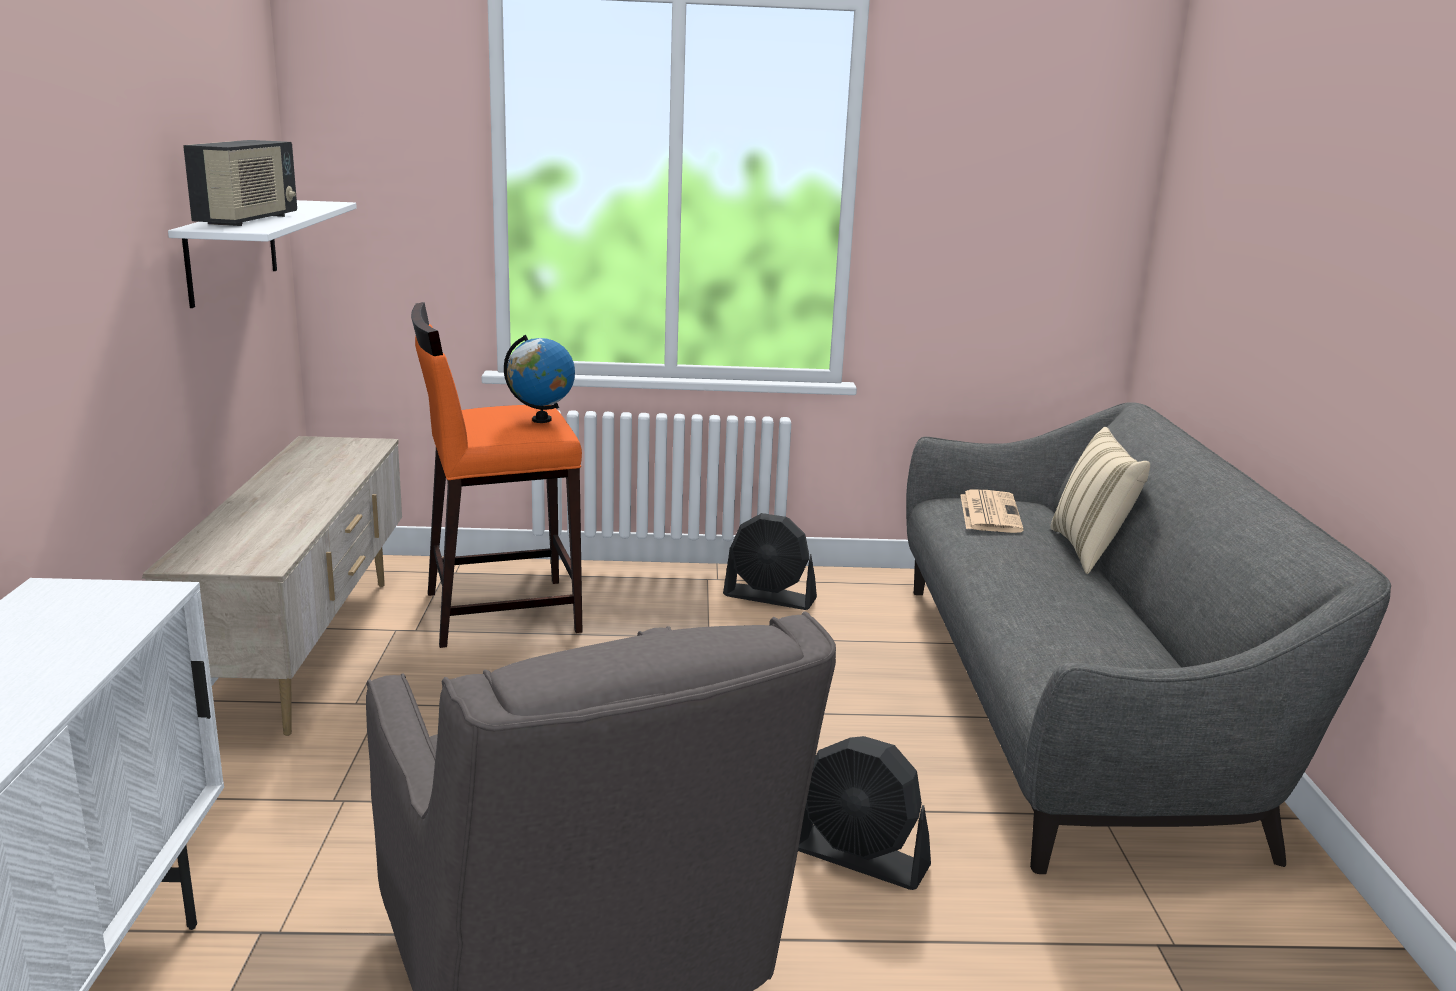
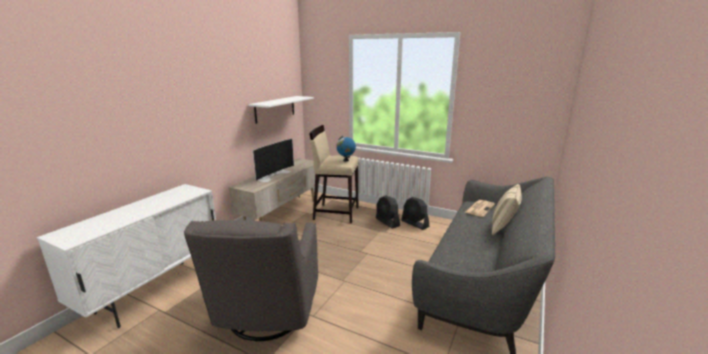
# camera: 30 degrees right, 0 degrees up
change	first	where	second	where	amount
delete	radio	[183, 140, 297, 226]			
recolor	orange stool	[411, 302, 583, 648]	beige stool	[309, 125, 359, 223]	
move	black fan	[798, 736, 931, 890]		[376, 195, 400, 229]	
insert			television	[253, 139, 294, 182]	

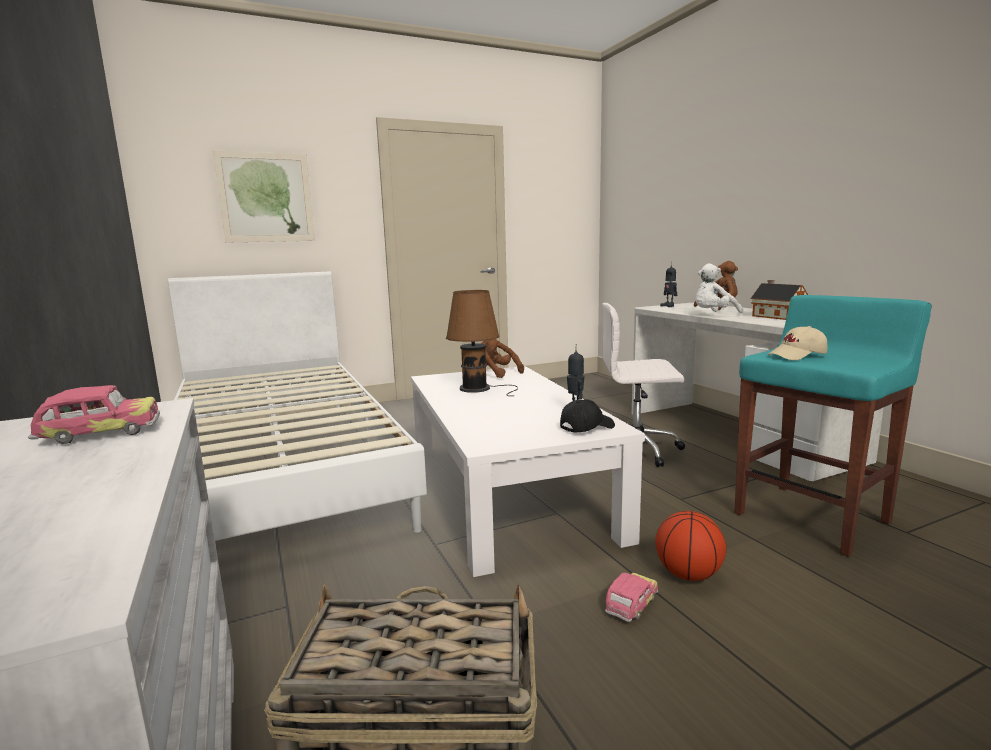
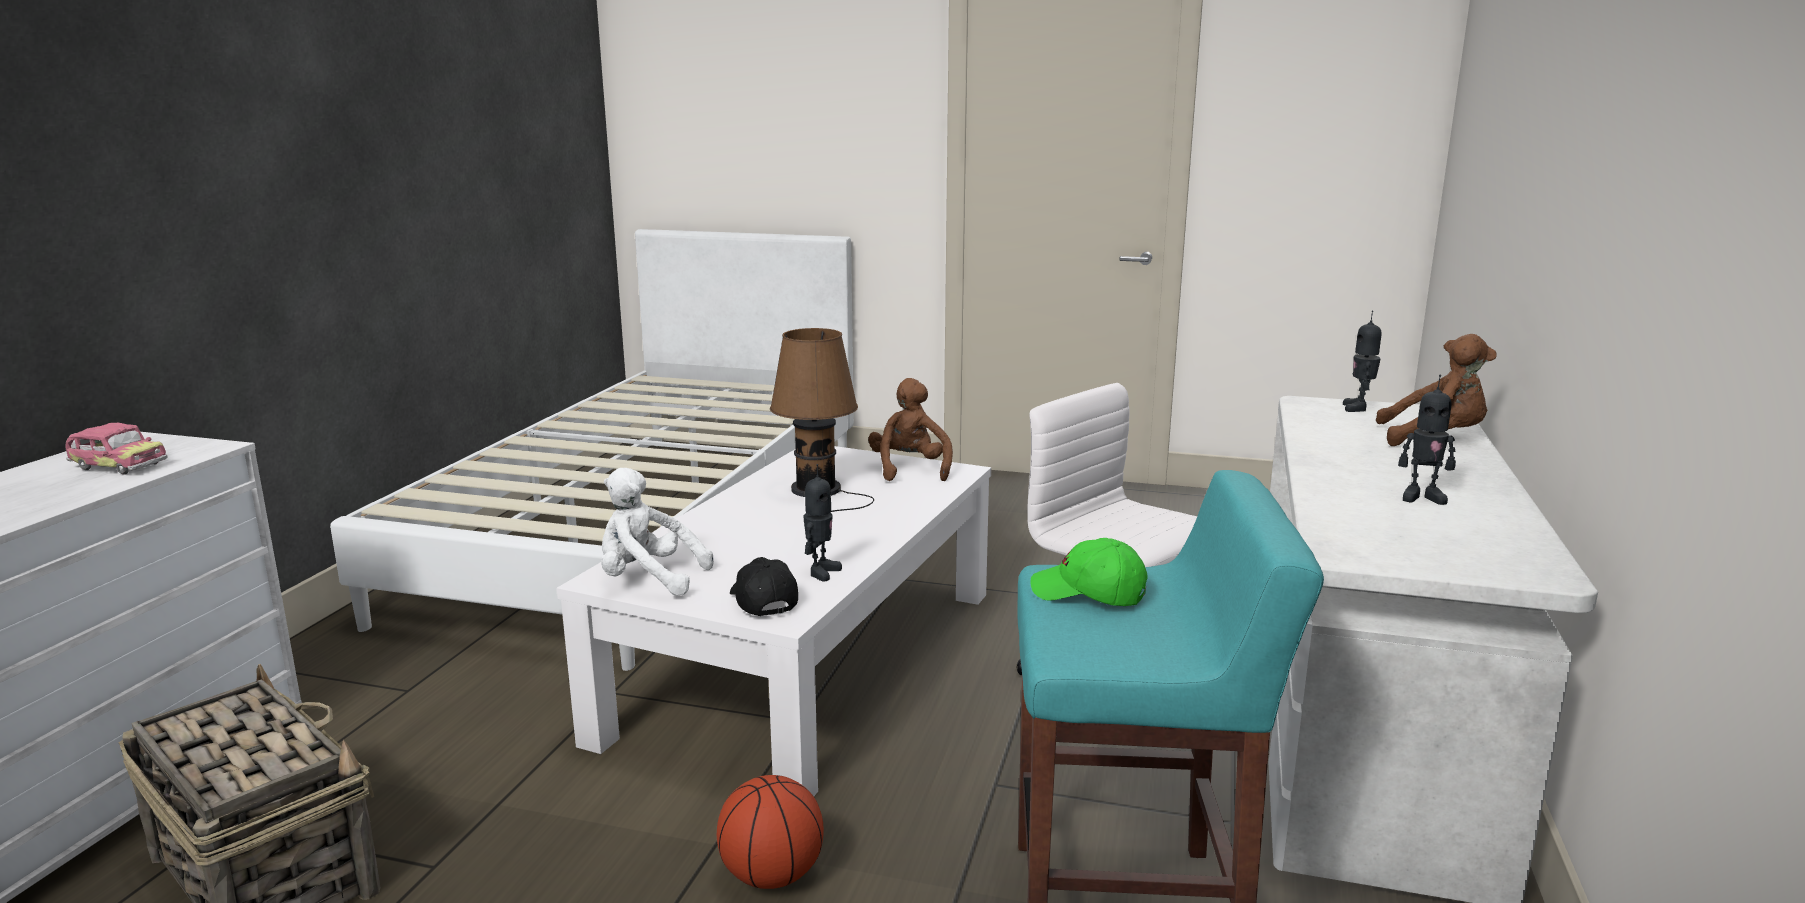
# camera: 40 degrees right, 5 degrees up
change	first	where	second	where	amount
delete	picture	[213, 151, 315, 243]			
move	white plush toy	[695, 264, 743, 313]		[601, 468, 714, 596]	
replace	toy house	[751, 280, 808, 320]	toy robot	[1398, 375, 1456, 505]	
recolor	beige cap	[768, 326, 827, 360]	green cap	[1030, 538, 1148, 606]	
rotate	black cap	[560, 399, 615, 433]		[730, 557, 798, 616]	120 degrees counterclockwise
delete	toy car	[605, 572, 658, 622]			

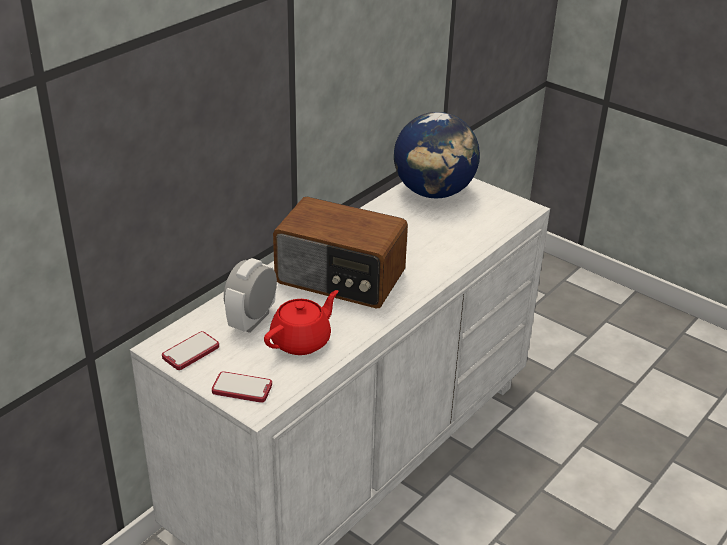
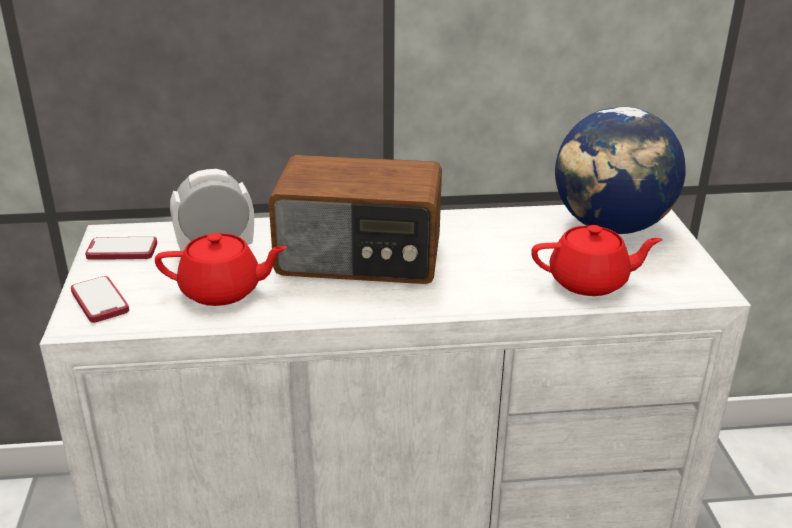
# camera: 45 degrees right, 5 degrees down
change	first	where	second	where	amount
rotate	radio	[273, 197, 408, 308]		[269, 155, 442, 284]	60 degrees counterclockwise
insert			red teapot	[531, 225, 663, 296]	

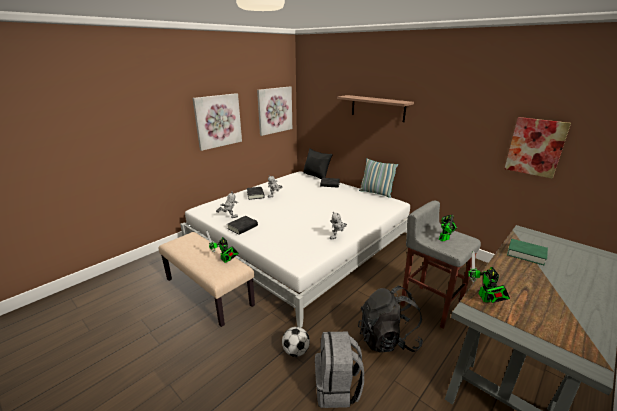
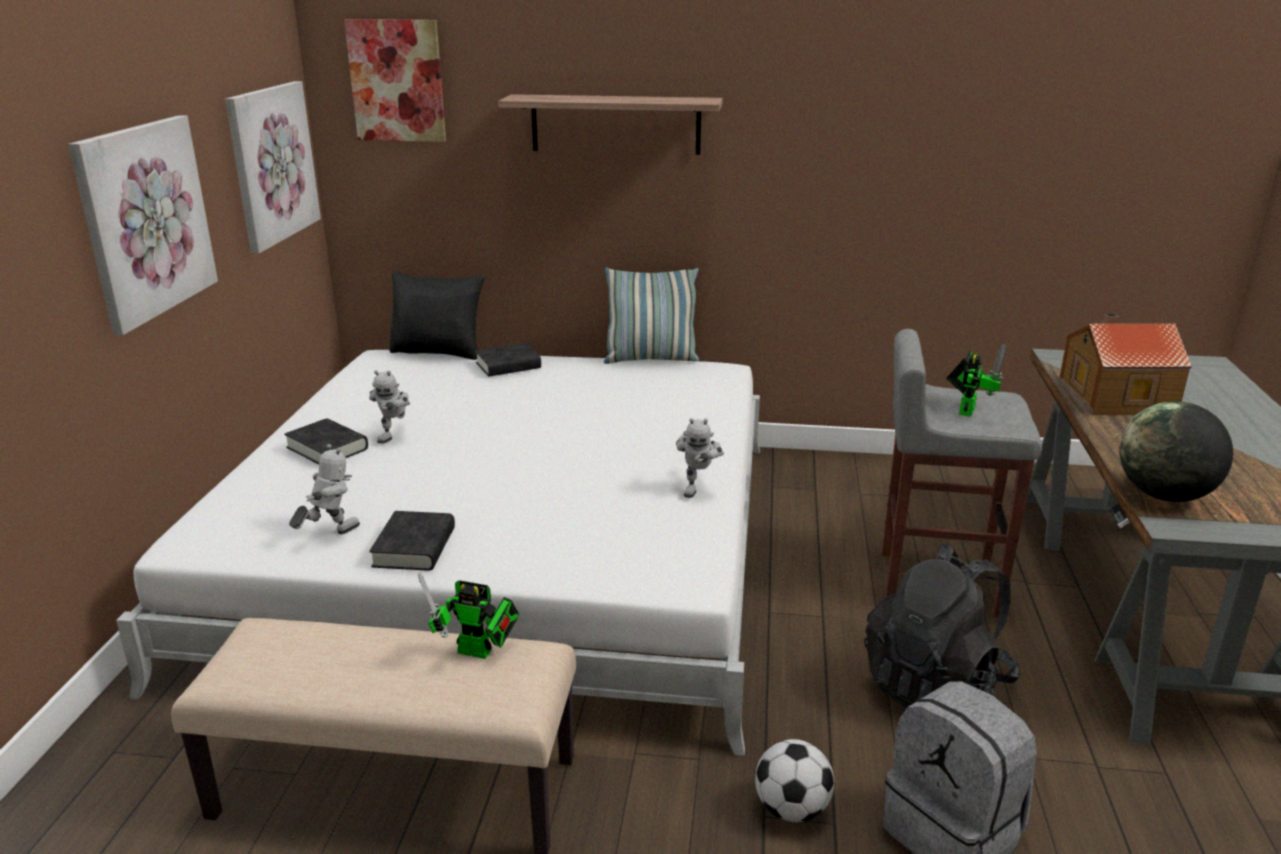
# camera: 35 degrees left, 0 degrees up
change	first	where	second	where	amount
move	picture	[504, 117, 571, 179]		[344, 19, 446, 142]	
replace	green book	[507, 239, 548, 266]	toy house	[1059, 314, 1192, 415]	
replace	toy robot	[468, 251, 510, 303]	globe	[1119, 401, 1233, 502]	

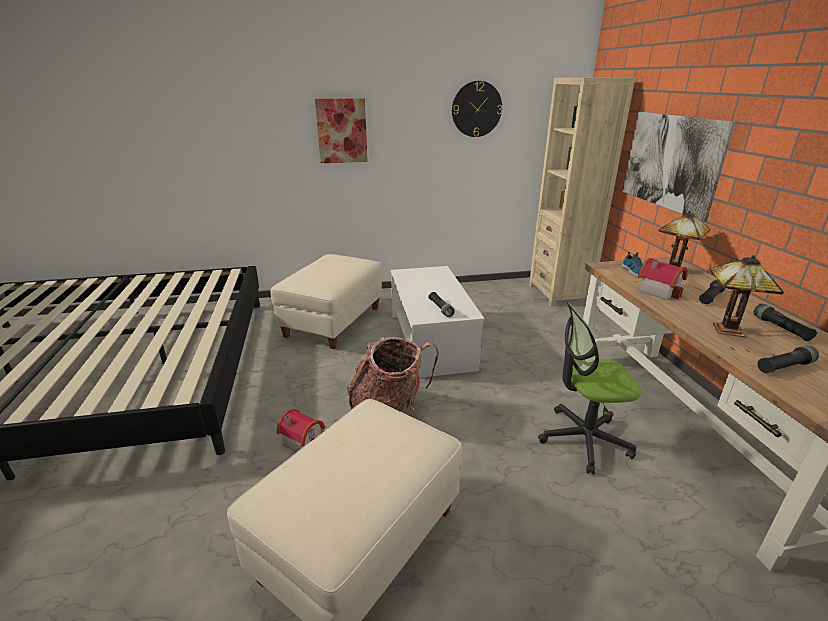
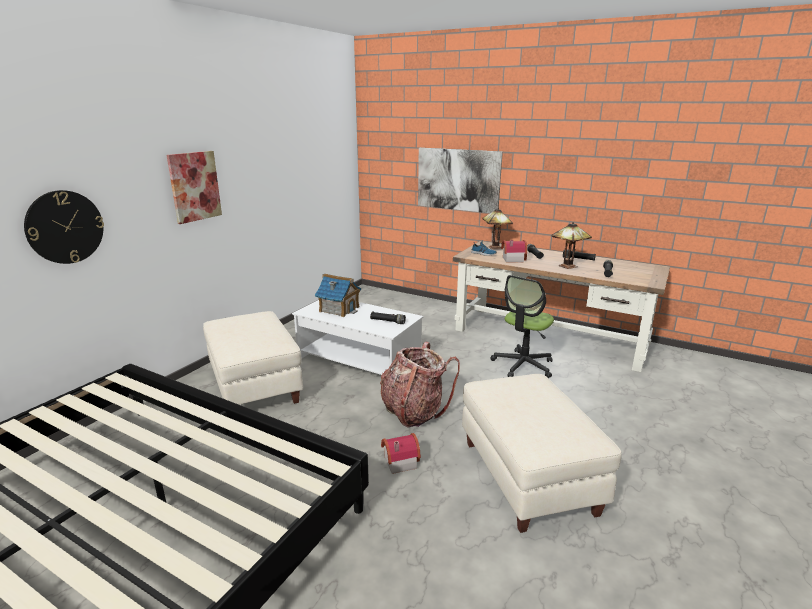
# camera: 50 degrees left, 5 degrees down
change	first	where	second	where	amount
delete	beige bookcase	[529, 78, 635, 307]			
move	wall clock	[452, 81, 502, 137]		[24, 190, 104, 264]	
insert			toy house	[315, 274, 361, 317]	

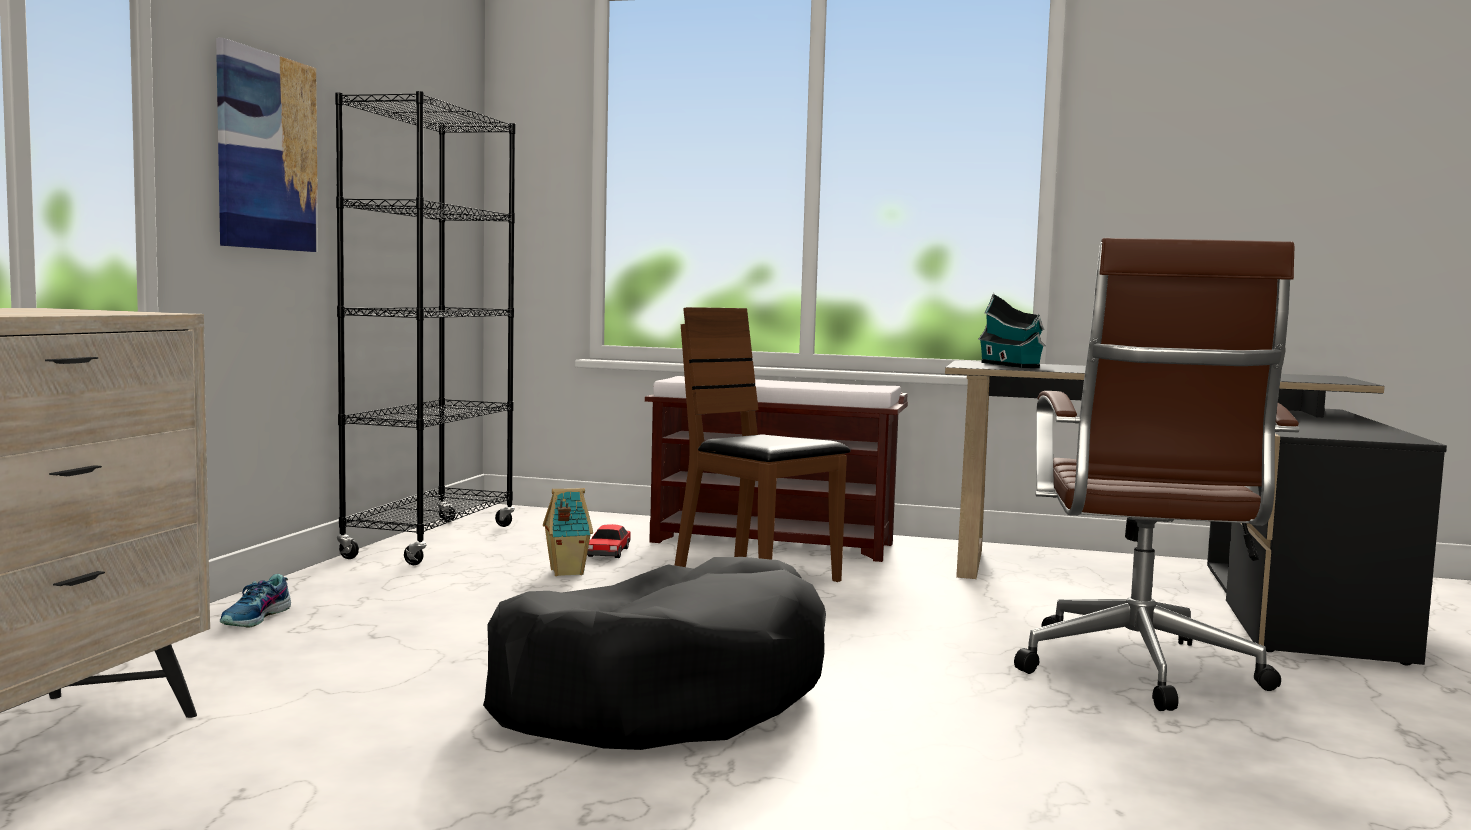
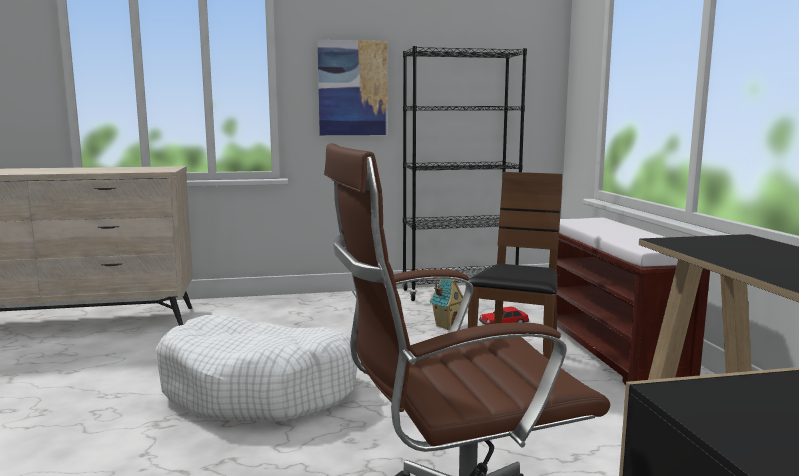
# camera: 65 degrees right, 5 degrees up
change	first	where	second	where	amount
delete	toy house	[978, 293, 1045, 368]			
recolor	black dog bed	[483, 557, 826, 750]	white dog bed	[155, 315, 359, 421]	
delete	shoe	[220, 574, 291, 628]			

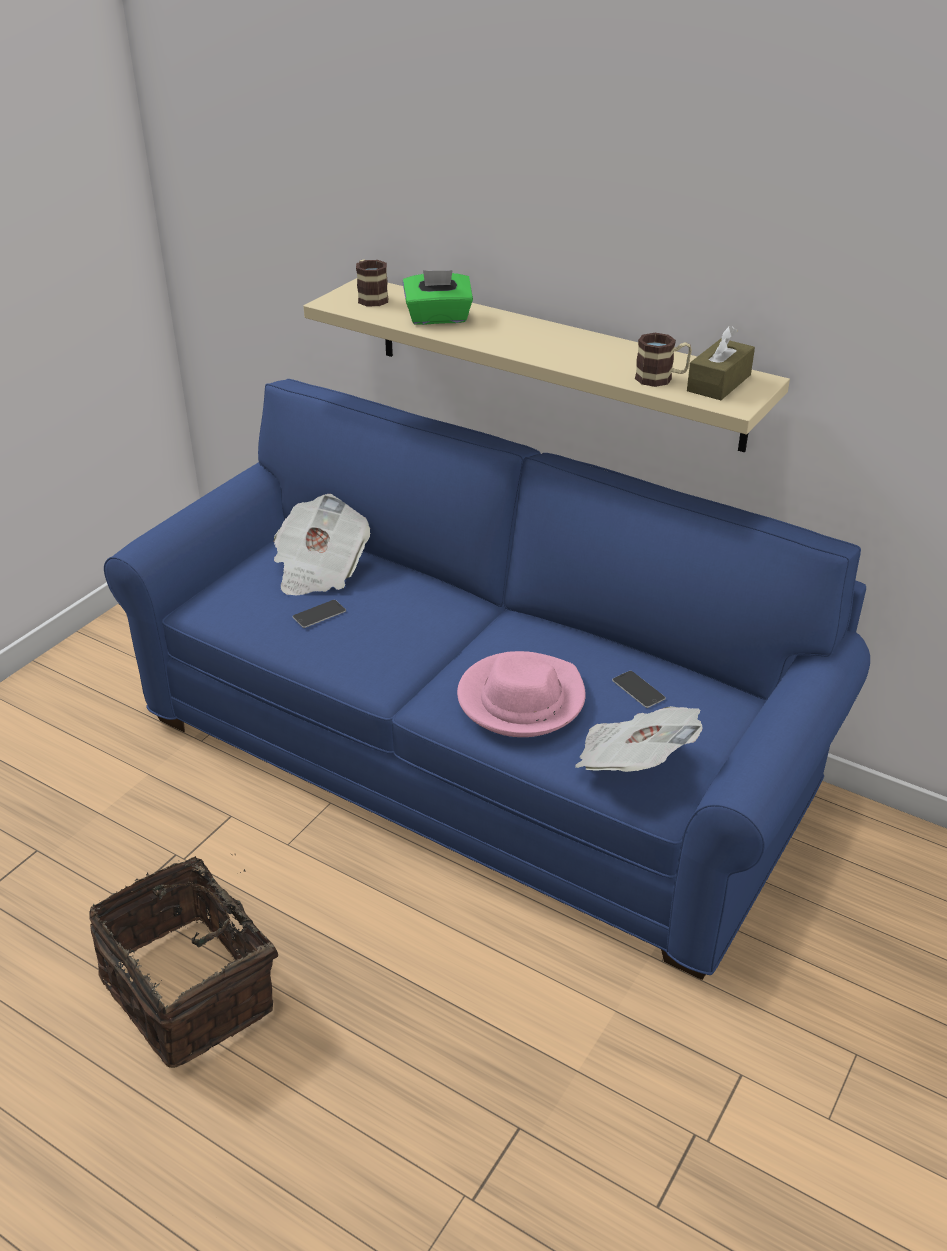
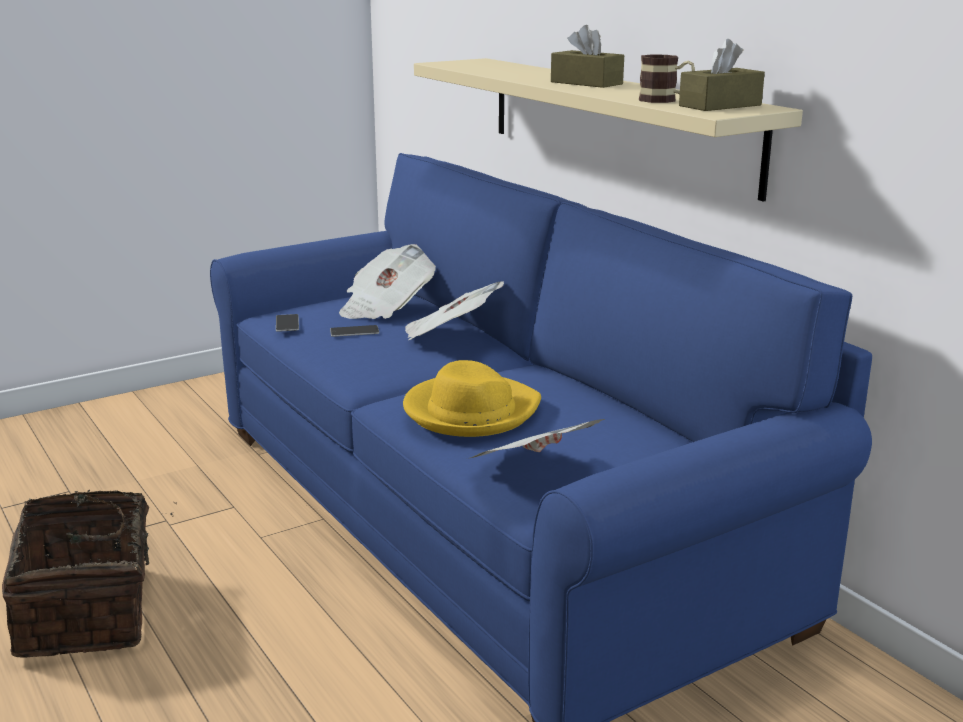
# camera: 25 degrees right, 15 degrees down
change	first	where	second	where	amount
delete	mug	[356, 260, 388, 306]			
delete	green tissue box	[403, 270, 473, 325]			
recolor	pink hat	[457, 651, 586, 737]	yellow hat	[403, 360, 541, 437]	
move	phone	[612, 671, 666, 708]		[276, 314, 299, 332]	
insert			brown tissue box	[551, 25, 624, 88]	
insert			newspaper	[405, 281, 504, 340]	

